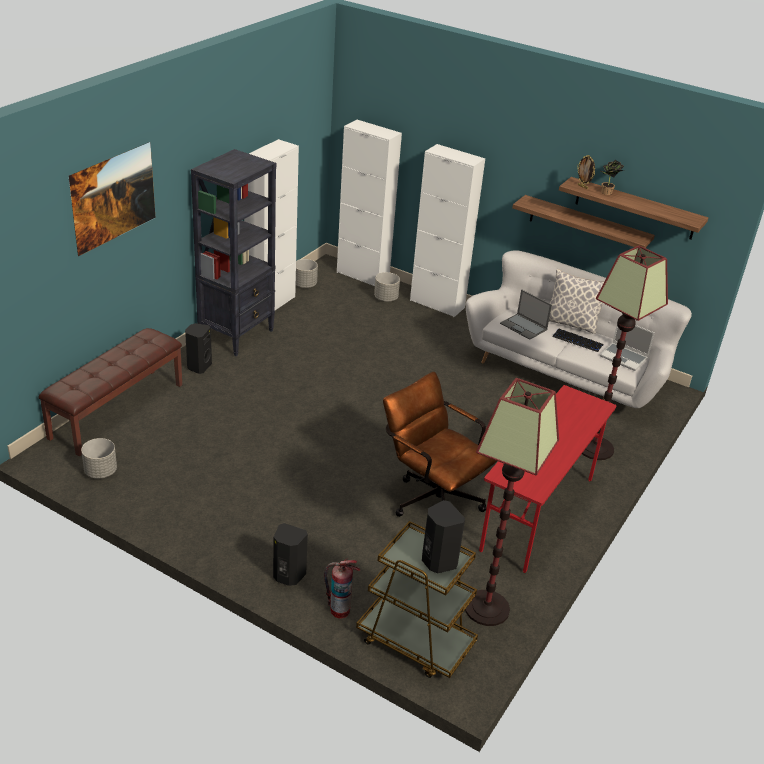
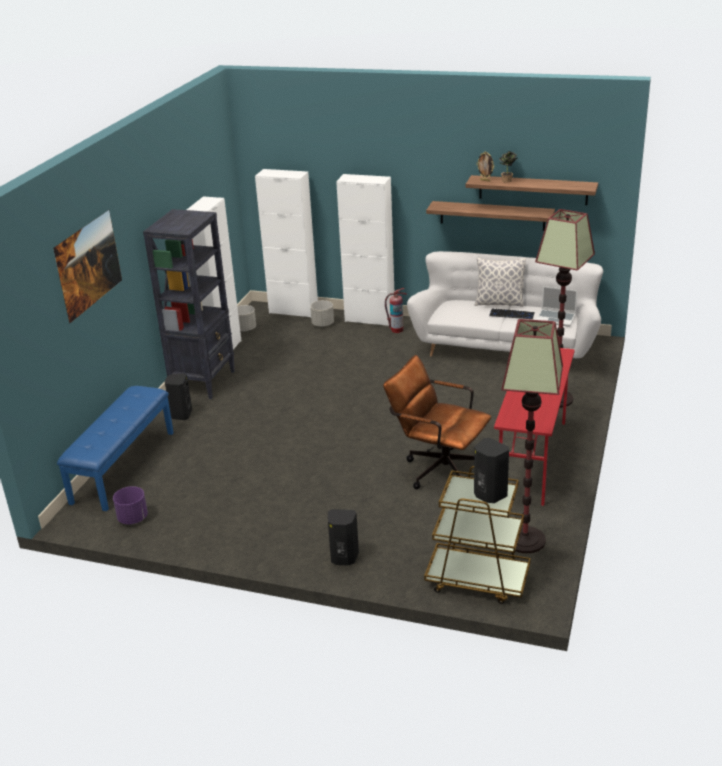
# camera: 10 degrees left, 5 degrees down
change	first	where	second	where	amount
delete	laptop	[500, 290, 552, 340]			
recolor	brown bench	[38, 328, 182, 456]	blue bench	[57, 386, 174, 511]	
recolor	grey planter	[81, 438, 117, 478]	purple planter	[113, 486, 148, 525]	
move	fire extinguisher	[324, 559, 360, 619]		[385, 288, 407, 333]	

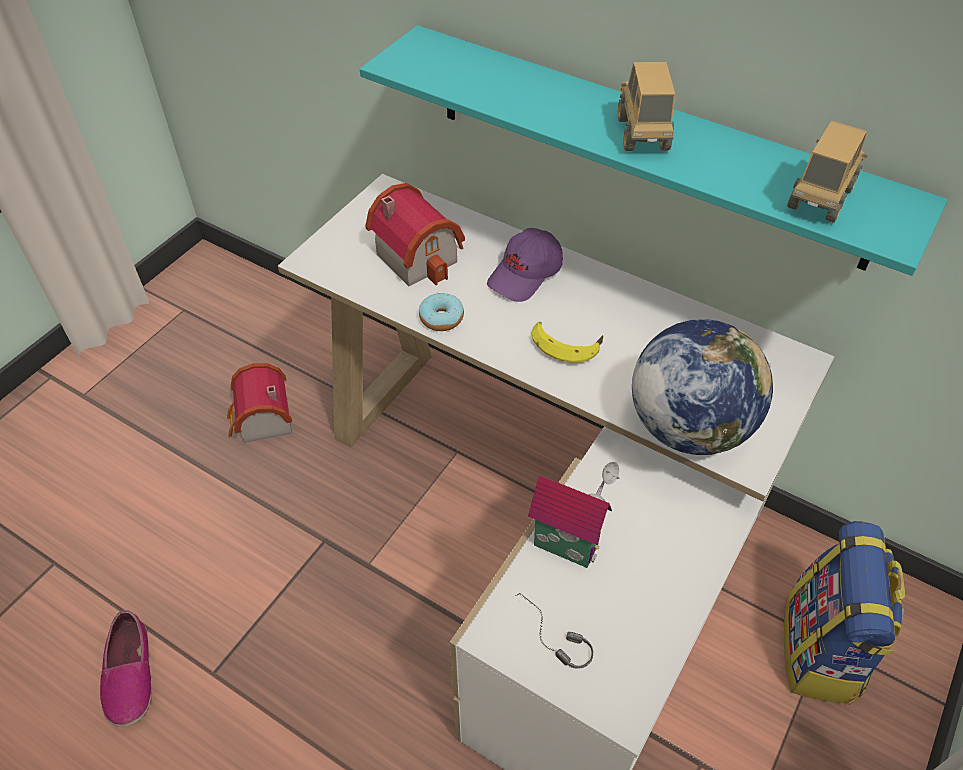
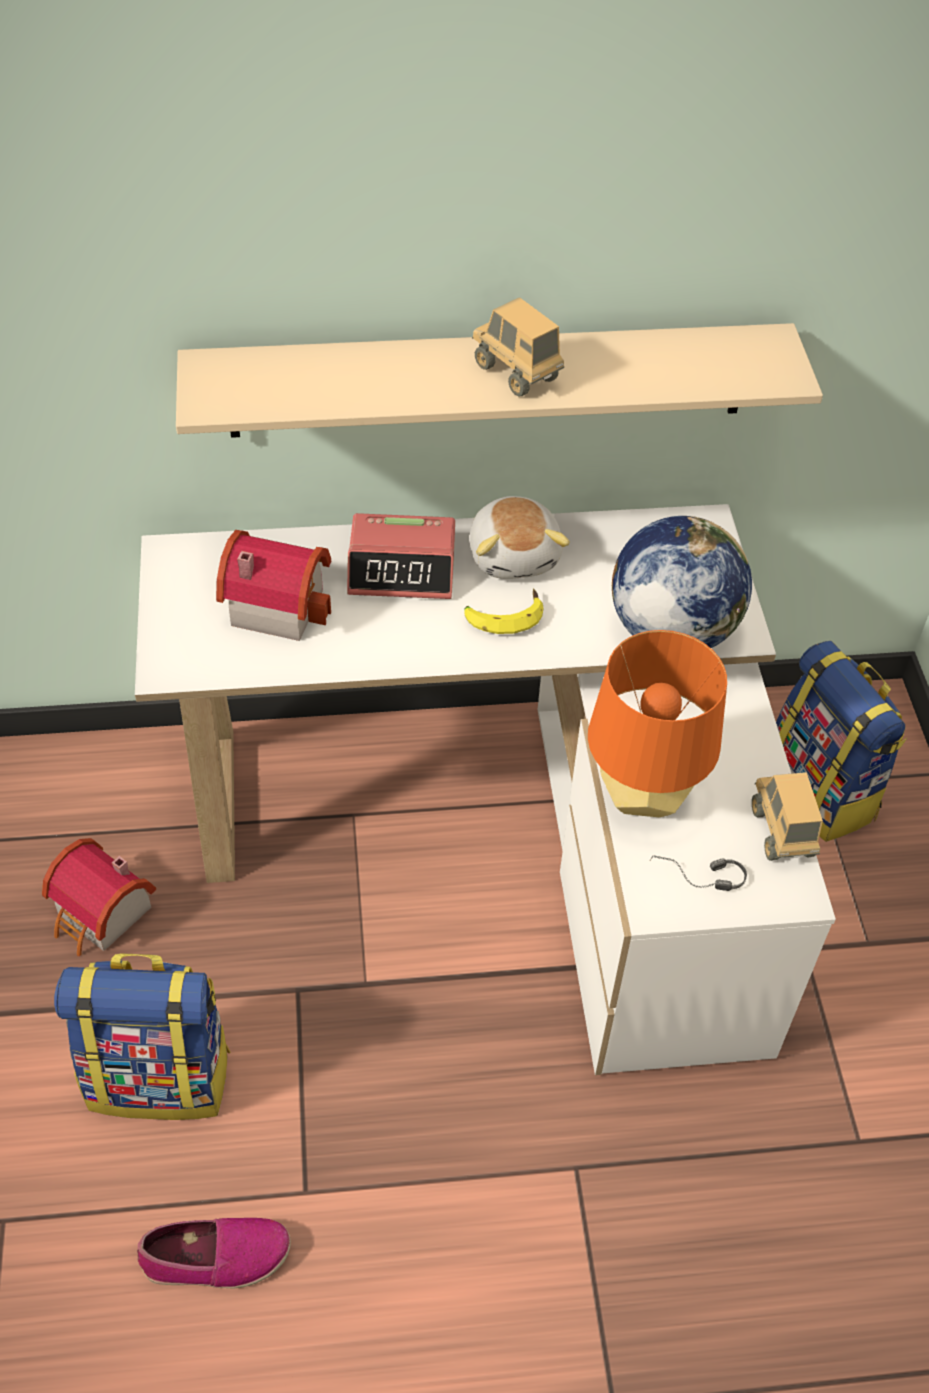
# camera: 40 degrees left, 0 degrees up
change	first	where	second	where	amount
recolor	turquoise shelf	[360, 25, 948, 276]	beige shelf	[176, 323, 823, 438]	
move	toy truck	[787, 120, 868, 222]		[752, 772, 823, 861]	
replace	purple cap	[487, 228, 563, 302]	alarm clock	[347, 513, 455, 599]	
delete	donut	[419, 293, 464, 331]			
replace	toy house	[528, 462, 619, 568]	orange table lamp	[588, 630, 727, 817]	
rotate	shoe	[100, 610, 152, 727]		[137, 1218, 291, 1288]	45 degrees counterclockwise
insert			plush toy	[469, 496, 570, 579]	
insert			backpack	[54, 953, 231, 1120]	

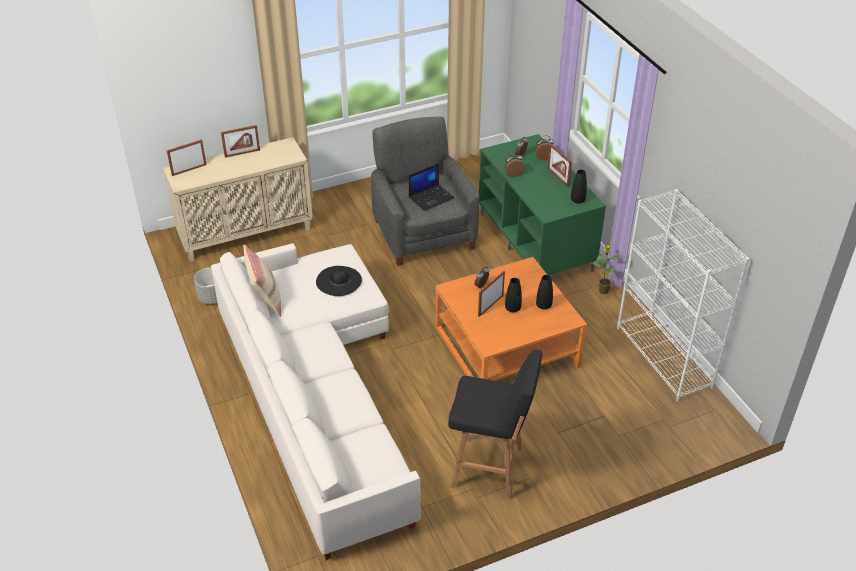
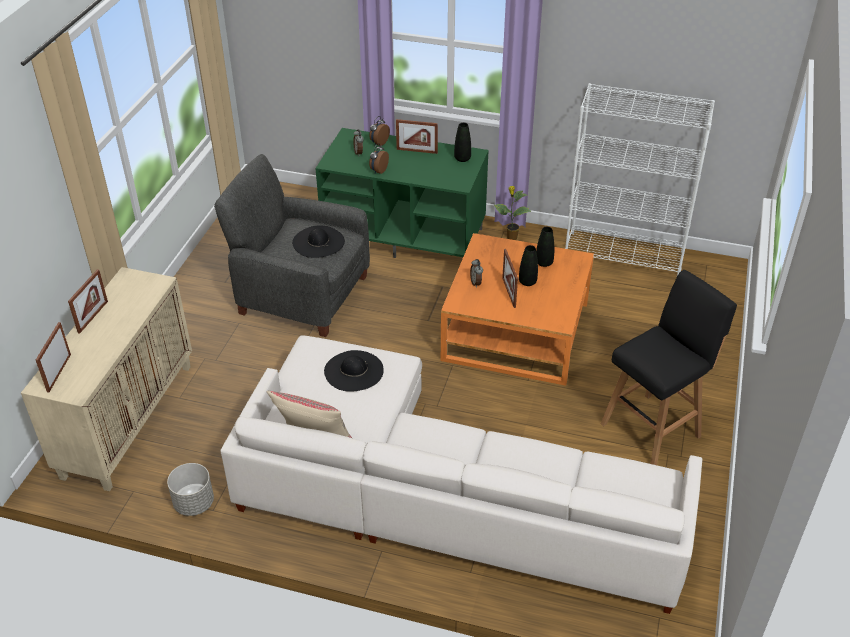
# camera: 50 degrees left, 0 degrees up
change	first	where	second	where	amount
replace	laptop	[409, 163, 454, 211]	black hat	[292, 226, 345, 258]	

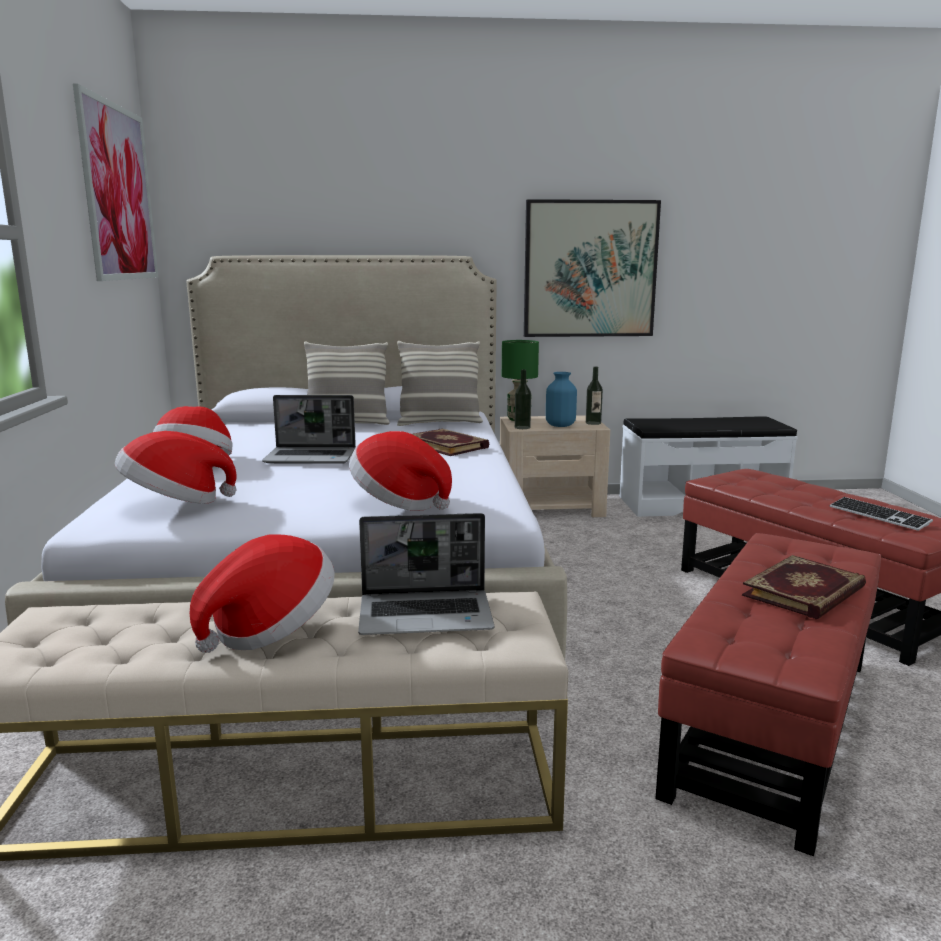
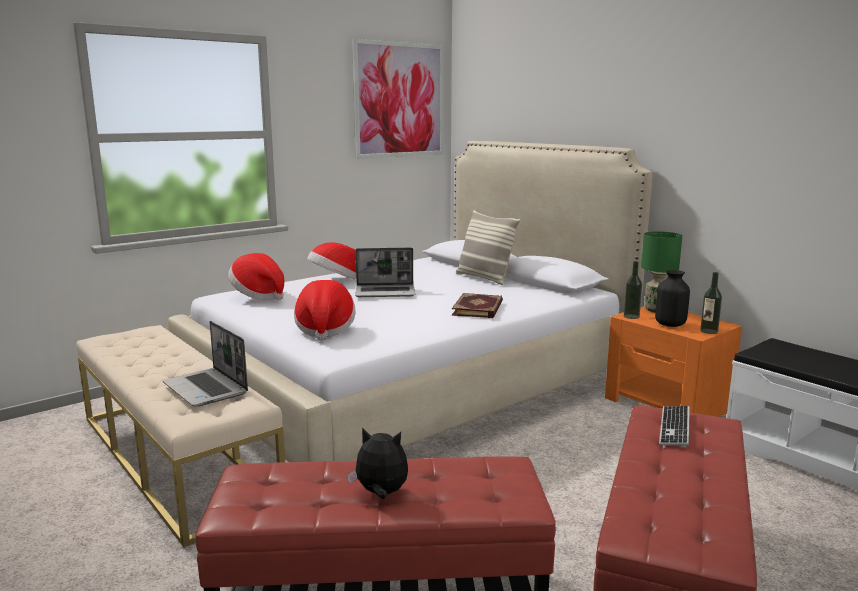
# camera: 55 degrees right, 0 degrees up
change	first	where	second	where	amount
delete	picture	[524, 199, 661, 337]			
delete	pillow	[397, 341, 483, 426]			
recolor	blue vase	[546, 372, 577, 427]	black vase	[655, 270, 690, 327]	
rotate	laptop	[262, 395, 356, 464]		[355, 248, 416, 297]	60 degrees counterclockwise
recolor	beige nightstand	[500, 415, 610, 517]	orange nightstand	[605, 306, 742, 417]	
move	keyboard	[830, 497, 933, 531]		[659, 406, 690, 448]	
delete	hat	[190, 535, 335, 653]			
replace	book	[742, 555, 866, 619]	plush toy	[347, 428, 408, 499]	

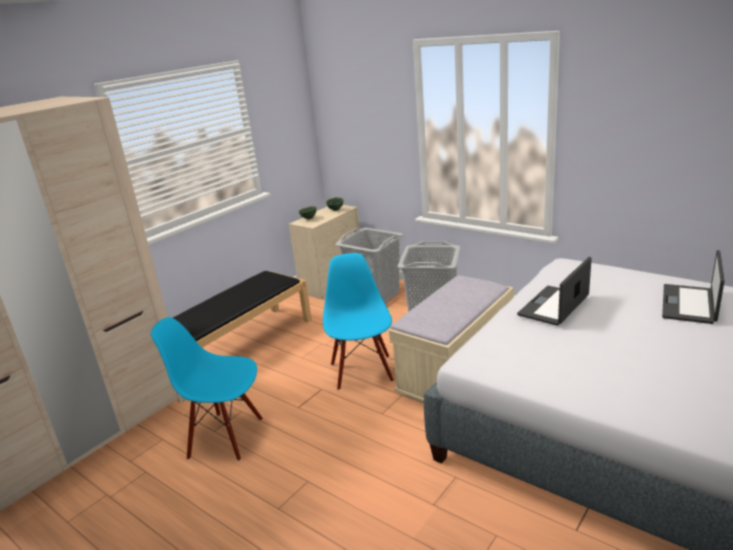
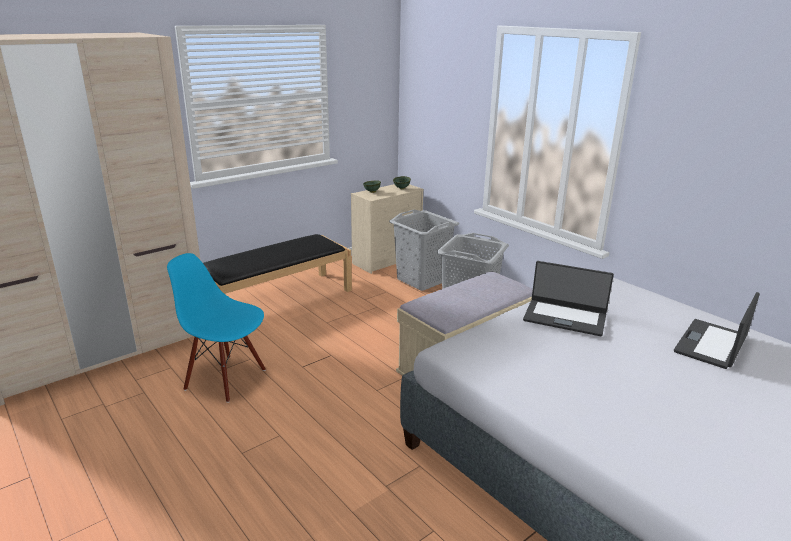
# camera: 10 degrees right, 0 degrees up
change	first	where	second	where	amount
delete	blue chair	[323, 253, 394, 390]			
rotate	laptop	[517, 257, 592, 326]		[523, 261, 614, 336]	120 degrees counterclockwise

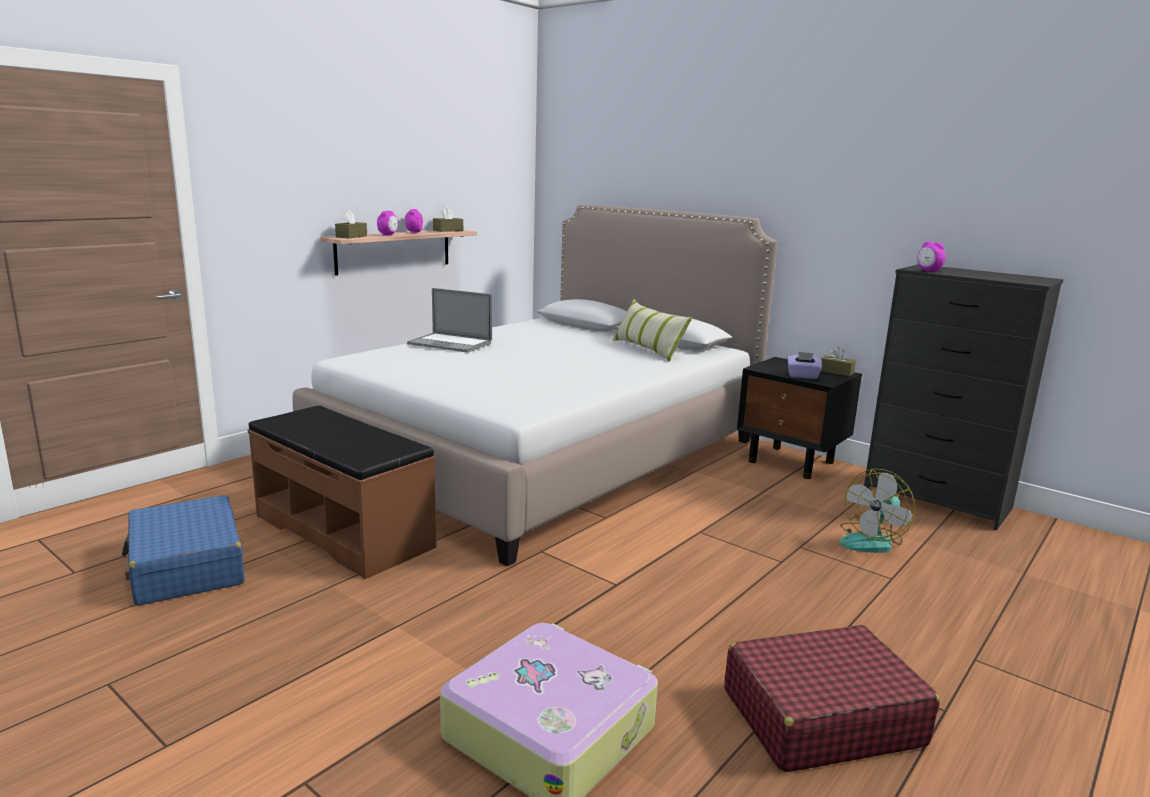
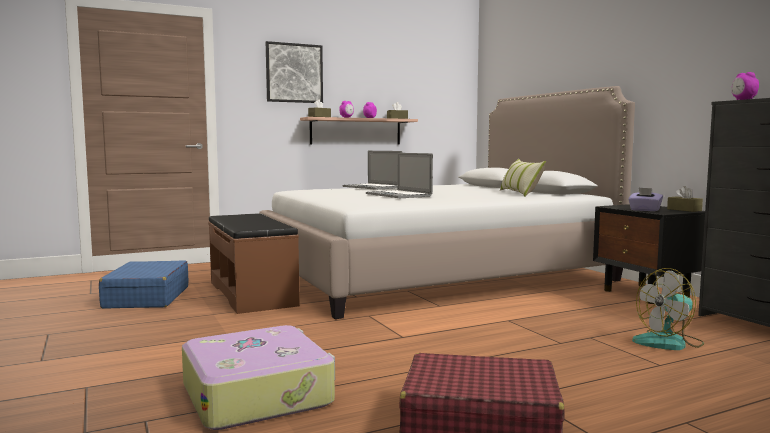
# camera: 25 degrees right, 10 degrees down
change	first	where	second	where	amount
insert			picture	[266, 41, 323, 103]	
insert			laptop	[366, 153, 433, 198]	

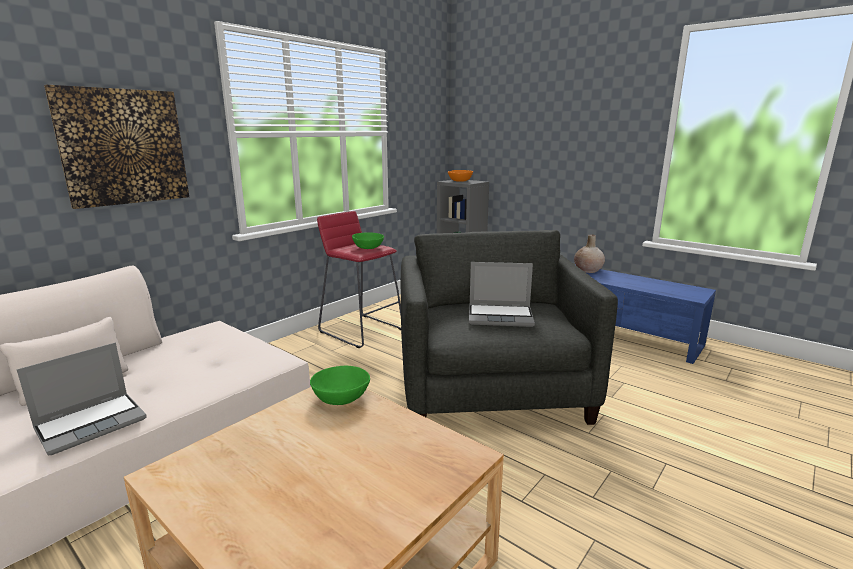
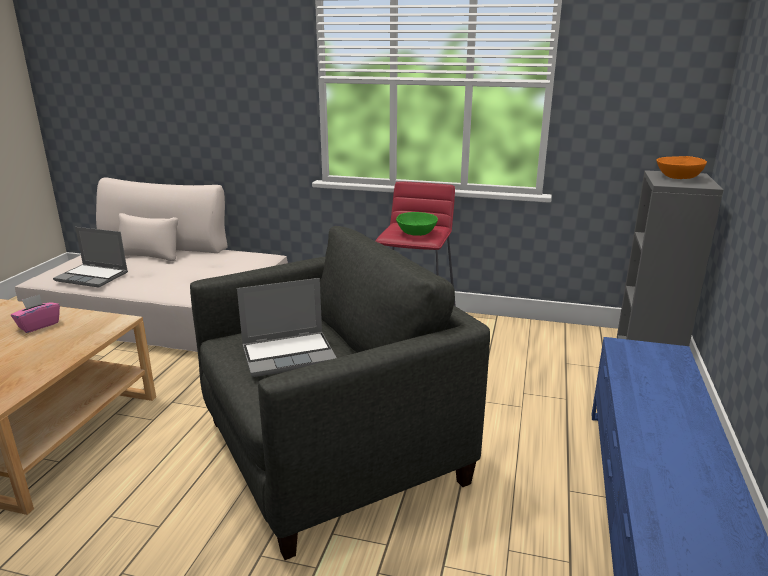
# camera: 65 degrees right, 5 degrees up
change	first	where	second	where	amount
delete	picture	[44, 85, 189, 209]			
delete	beige vase	[574, 234, 605, 273]			
rotate	laptop	[469, 262, 535, 327]		[237, 278, 337, 377]	90 degrees counterclockwise
delete	green bowl	[310, 366, 370, 405]			
insert			pink tissue box	[11, 294, 60, 333]	

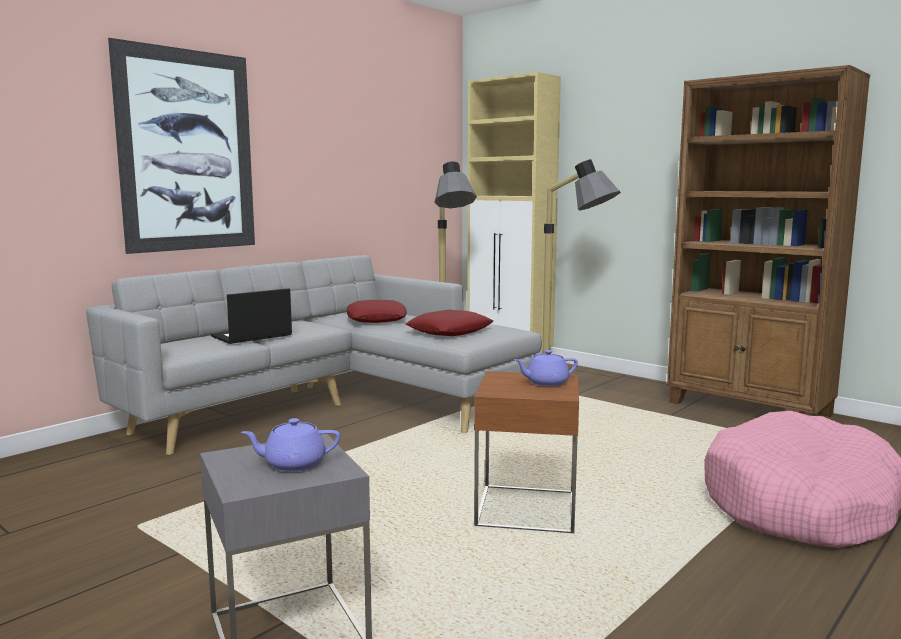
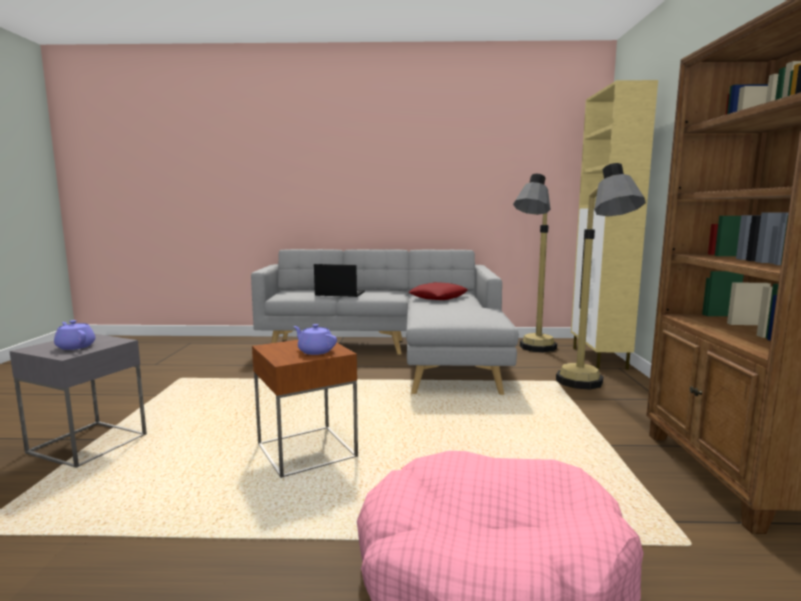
# camera: 50 degrees right, 0 degrees up
change	first	where	second	where	amount
delete	picture	[108, 38, 255, 254]			
delete	red pillow	[406, 309, 493, 336]			

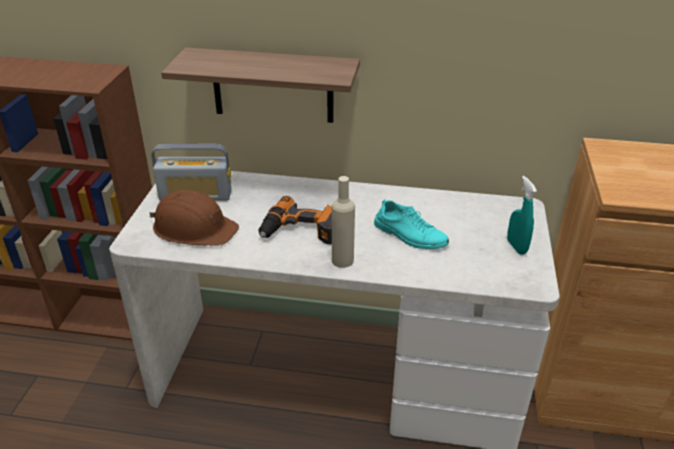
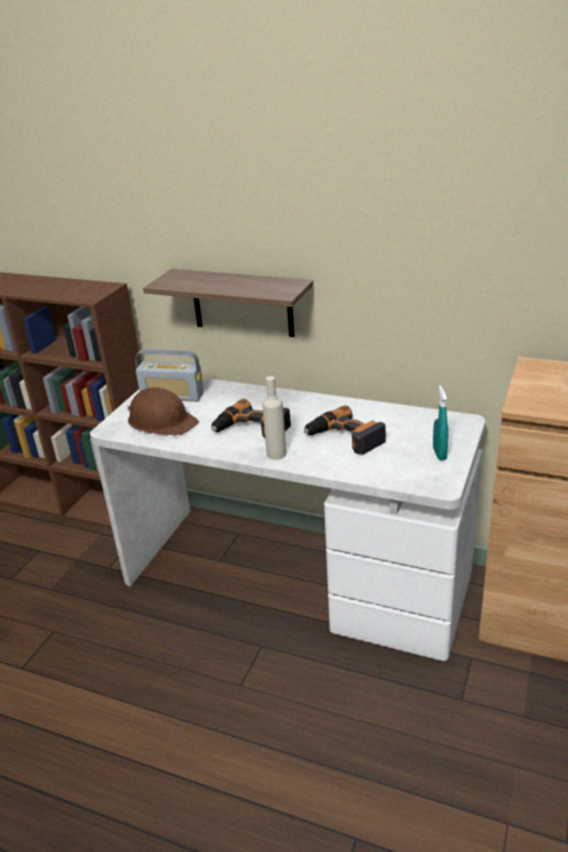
# camera: 15 degrees right, 5 degrees down
change	first	where	second	where	amount
replace	turquoise shoe	[374, 199, 449, 249]	power drill	[304, 405, 386, 455]	

